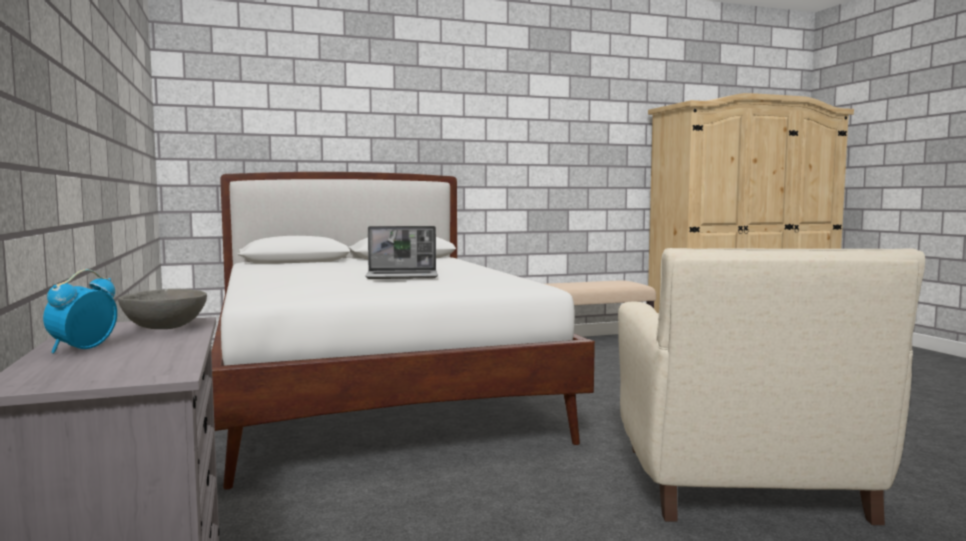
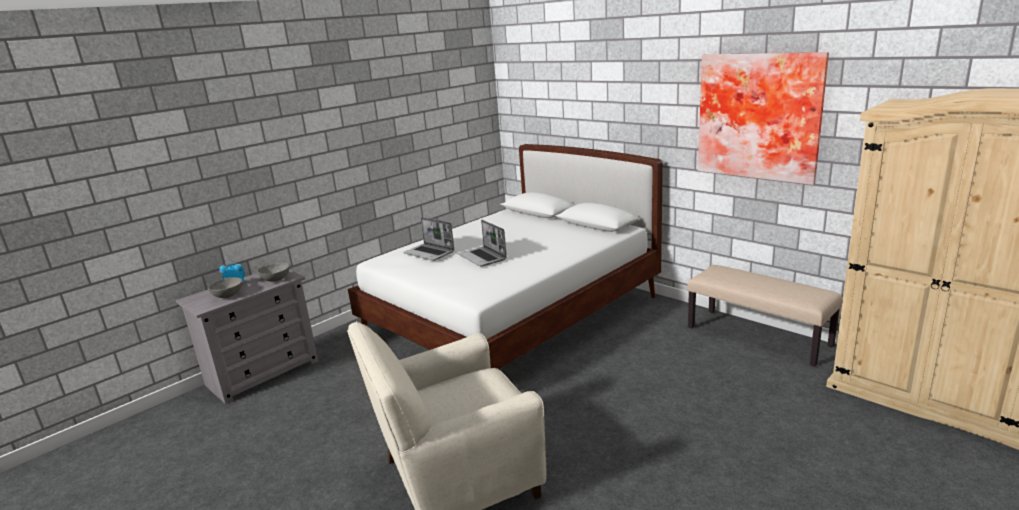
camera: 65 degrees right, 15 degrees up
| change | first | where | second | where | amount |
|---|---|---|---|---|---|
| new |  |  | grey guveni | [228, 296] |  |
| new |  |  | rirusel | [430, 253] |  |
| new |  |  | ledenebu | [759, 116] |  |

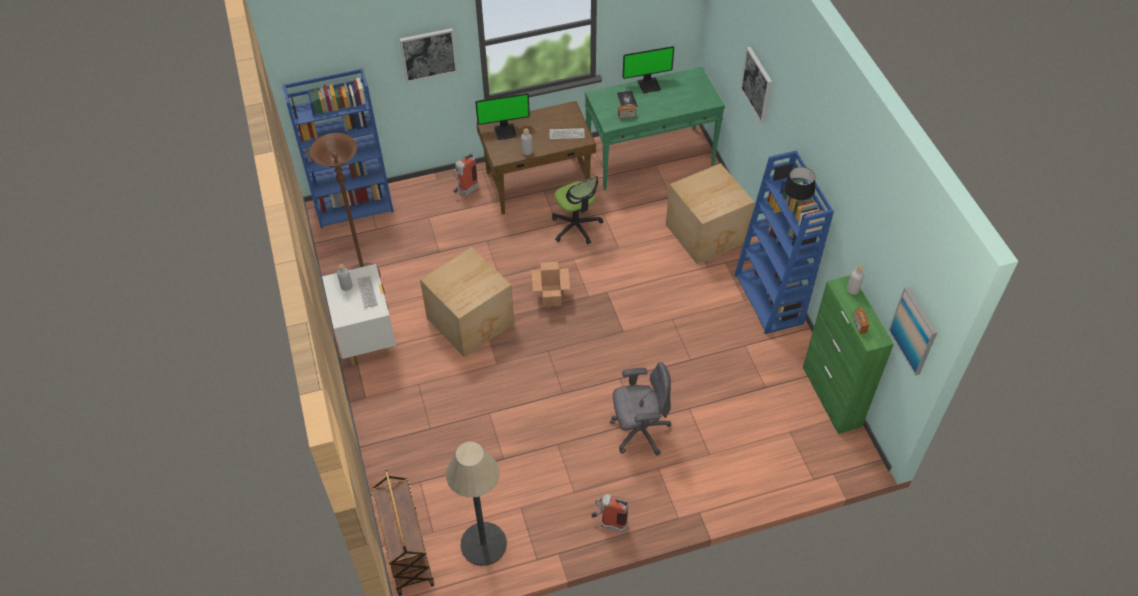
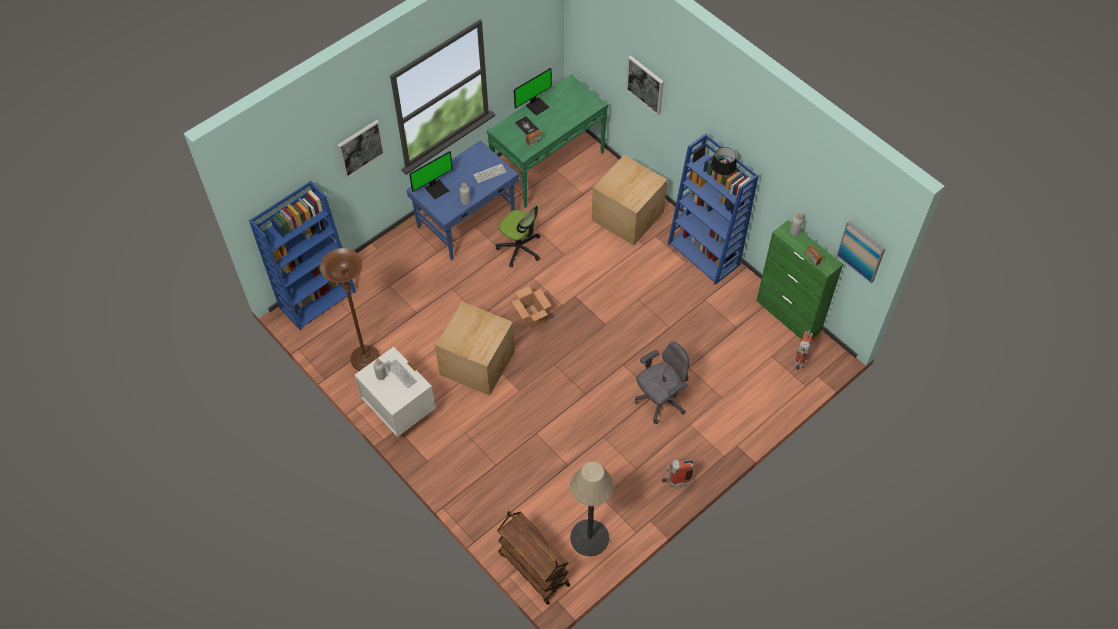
camera: 25 degrees left, 5 degrees up
| change | first | where | second | where | amount |
|---|---|---|---|---|---|
| shifted | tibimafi | [465, 191] |  | [799, 363] |  |
| repainted | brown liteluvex | [538, 184] | blue liteluvex | [467, 222] |  |

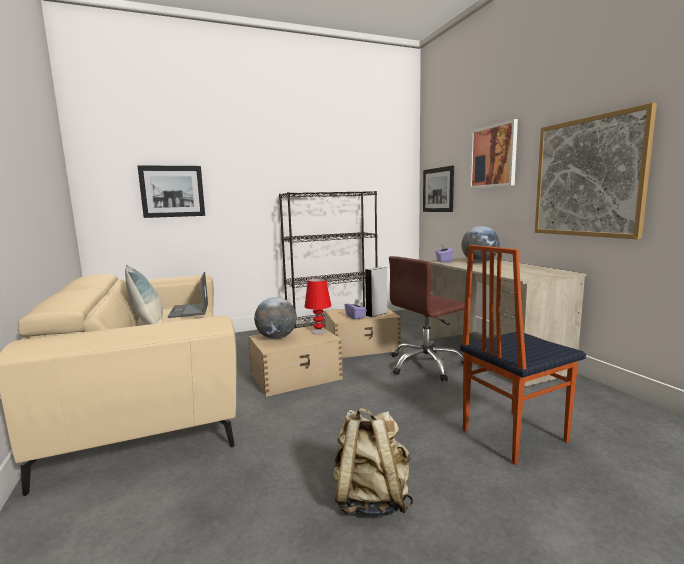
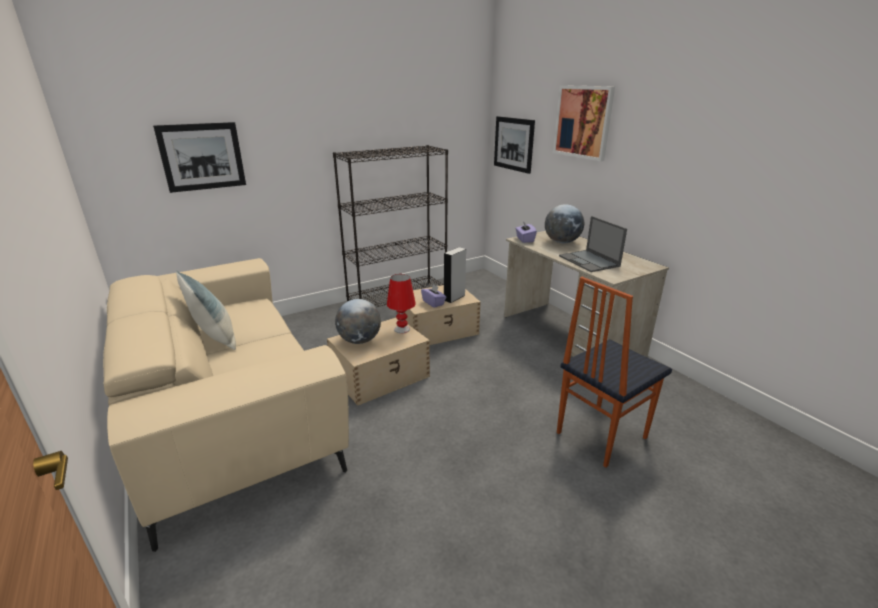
camera: 10 degrees left, 15 degrees up
| change | first | where | second | where | amount |
|---|---|---|---|---|---|
| shifted | rirusel | [189, 310] |  | [589, 261] |  |
| gone | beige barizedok | [371, 499] |  |  |  |
| gone | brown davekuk | [426, 365] |  |  |  |
| gone | ledenebu | [588, 177] |  |  |  |

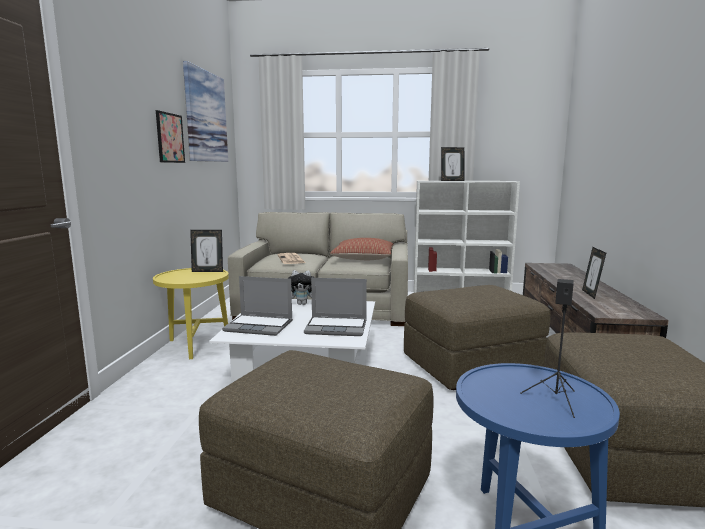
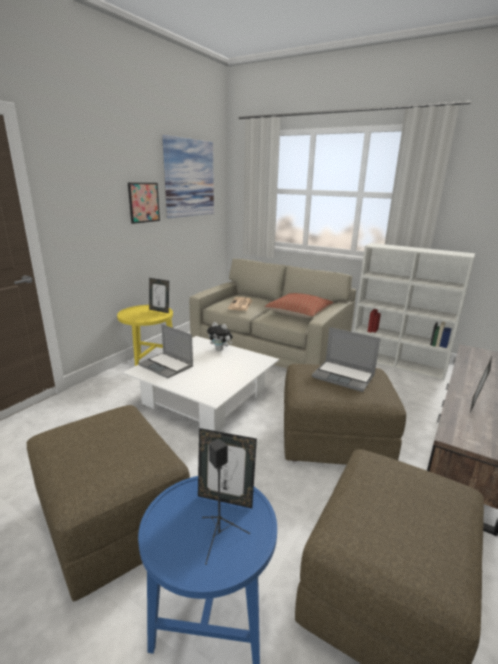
camera: 25 degrees right, 10 degrees up
| change | first | where | second | where | amount |
|---|---|---|---|---|---|
| shifted | rirusel | [337, 327] |  | [344, 376] |  |
| shifted | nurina | [452, 180] |  | [226, 498] |  |

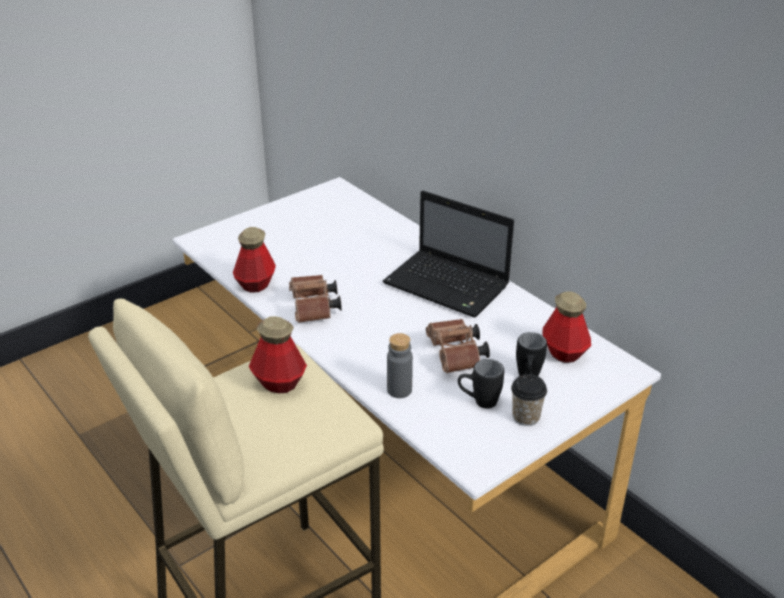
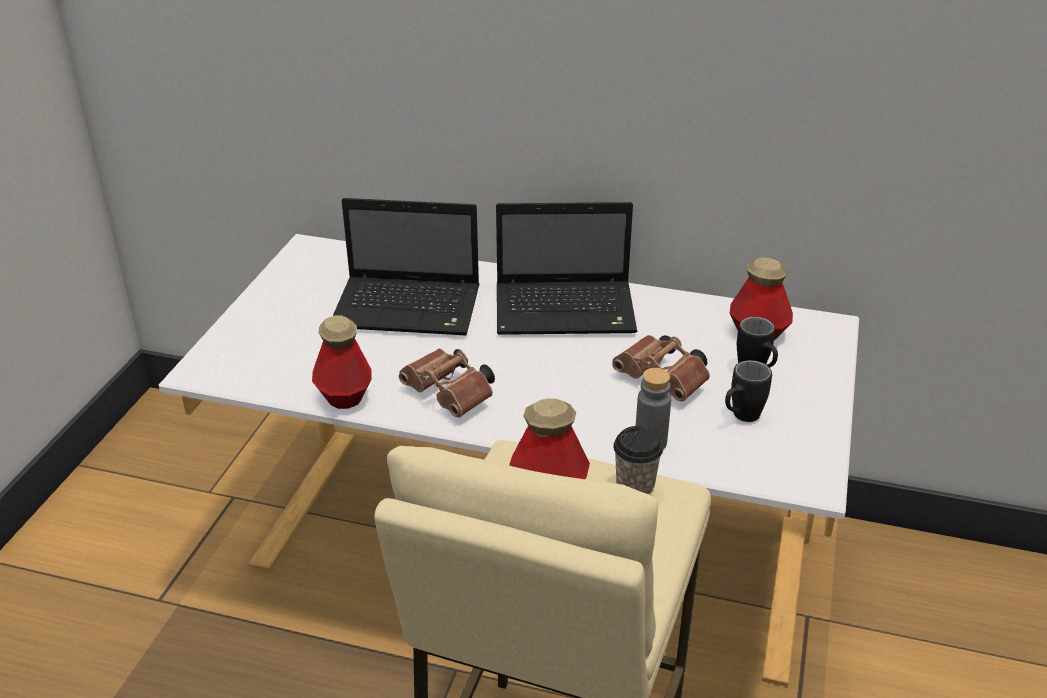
camera: 35 degrees left, 0 degrees up
| change | first | where | second | where | amount |
|---|---|---|---|---|---|
| shifted | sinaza | [526, 417] |  | [635, 486] |  |
| new |  |  | rirusel | [410, 308] |  |

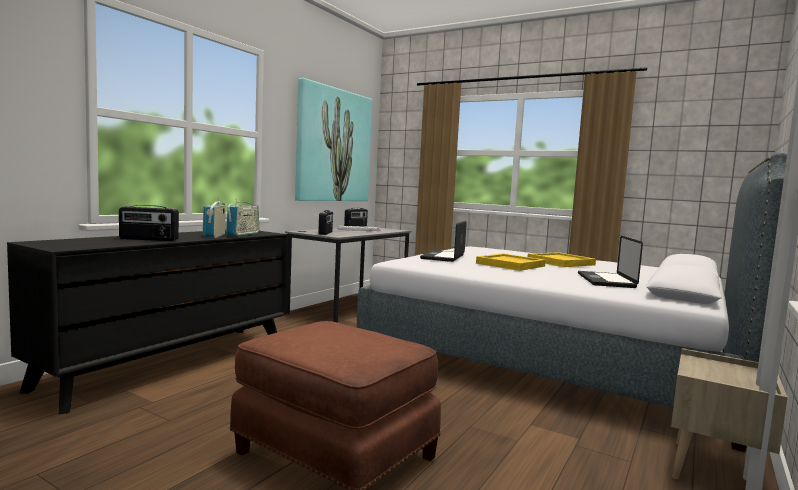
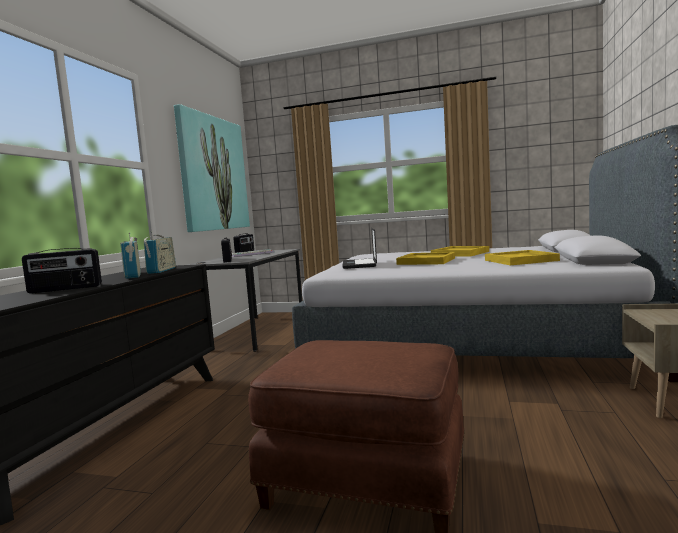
camera: 15 degrees left, 0 degrees up
| change | first | where | second | where | amount |
|---|---|---|---|---|---|
| swapped | rirusel | [605, 281] | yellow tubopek | [521, 260] |  |

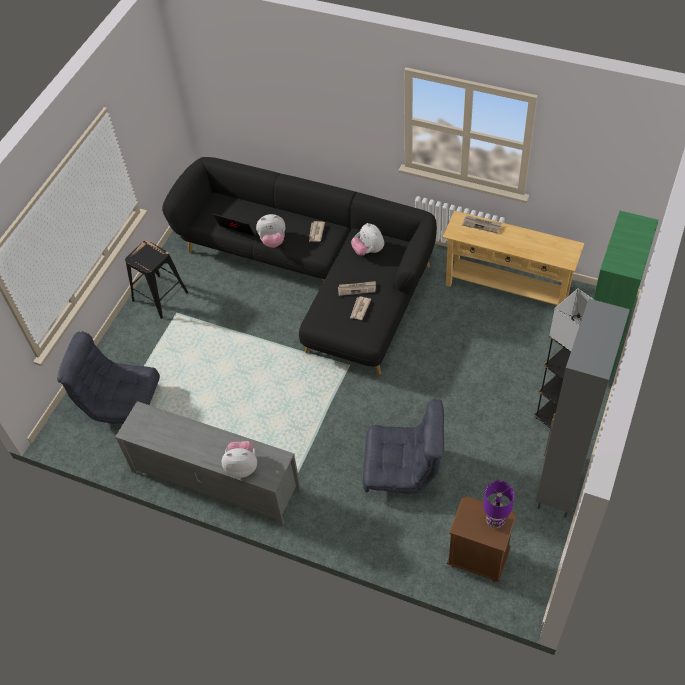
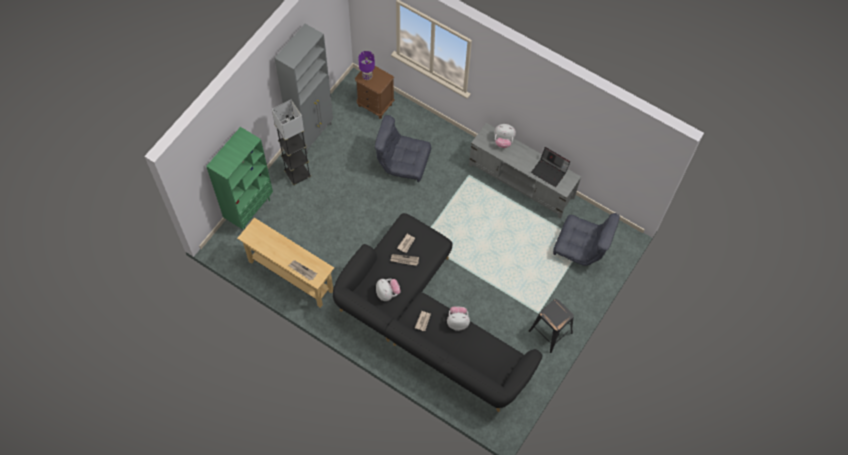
camera: 175 degrees left, 10 degrees up
| change | first | where | second | where | amount |
|---|---|---|---|---|---|
| shifted | rirusel | [240, 225] |  | [549, 171] |  |

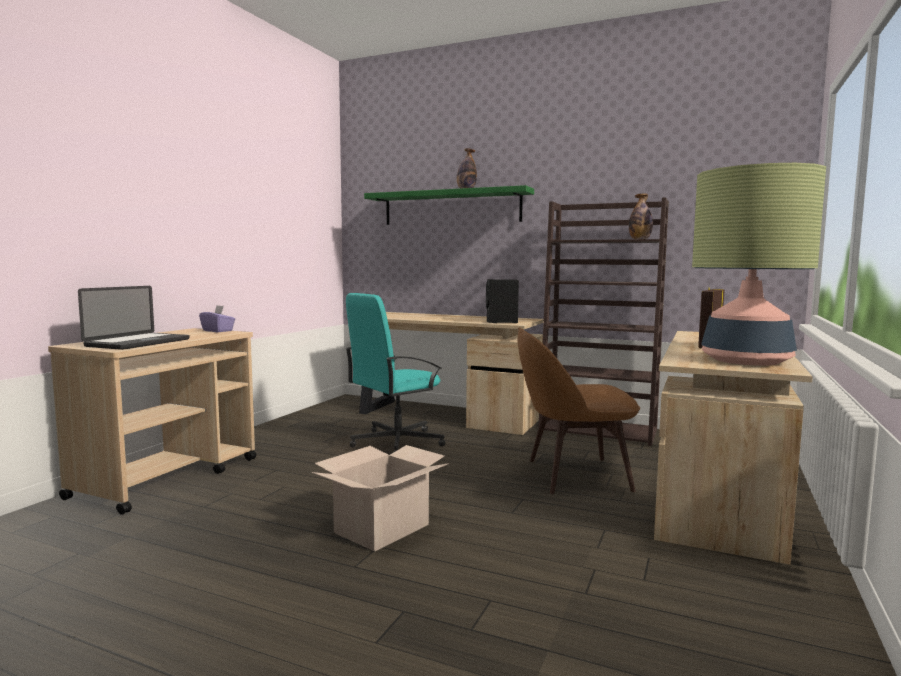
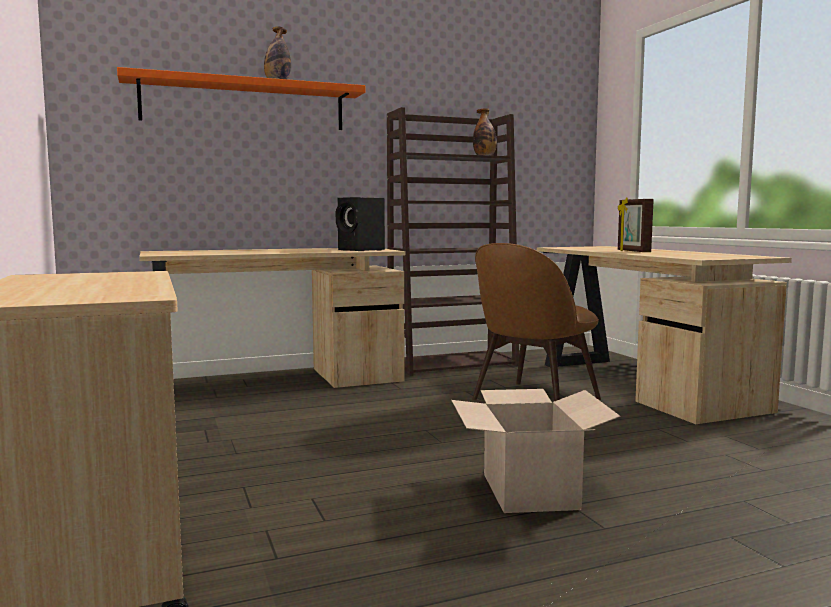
camera: 45 degrees left, 0 degrees up
| change | first | where | second | where | amount |
|---|---|---|---|---|---|
| gone | rirusel | [138, 343] |  |  |  |
| gone | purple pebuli | [218, 331] |  |  |  |
| gone | turquoise davekuk | [396, 442] |  |  |  |
| repainted | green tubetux | [451, 207] | orange tubetux | [244, 104] |  |
| gone | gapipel | [745, 360] |  |  |  |

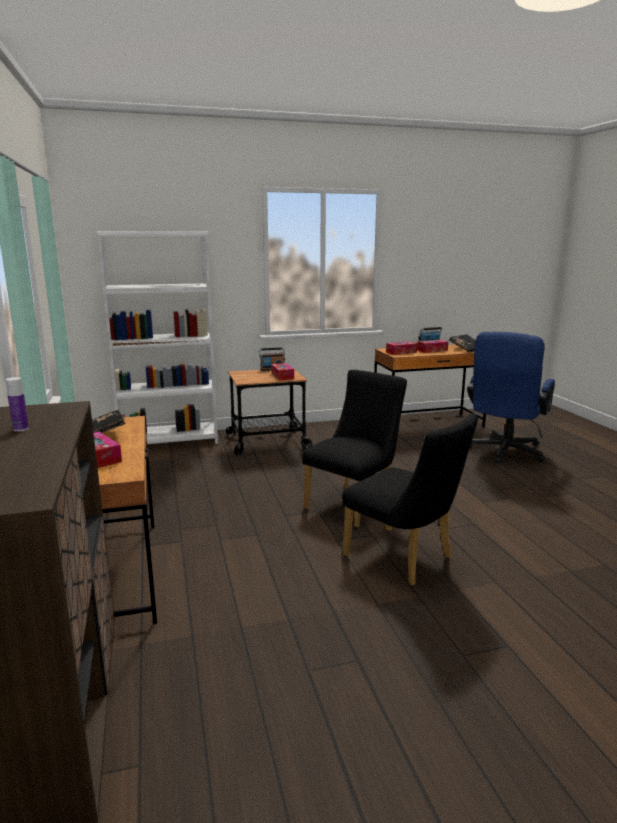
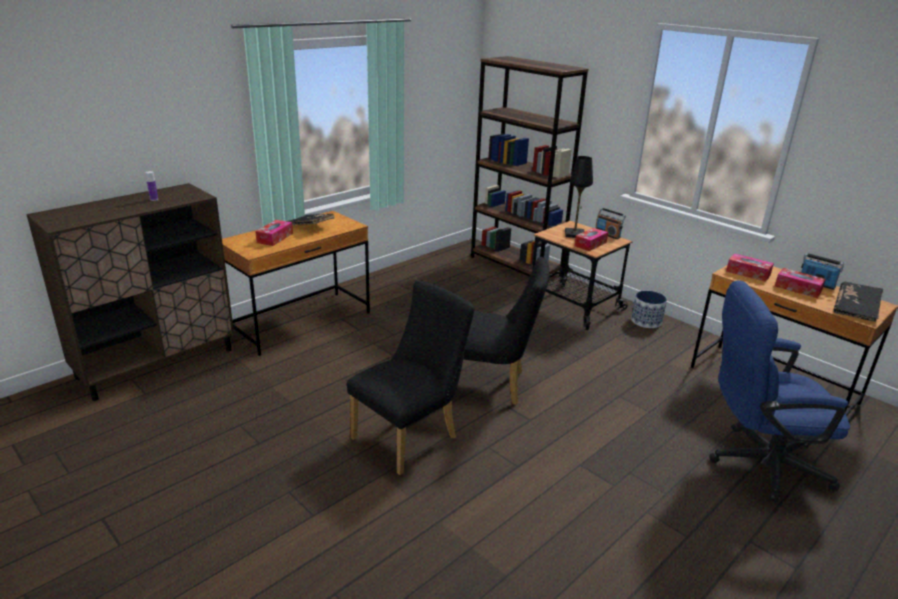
camera: 60 degrees right, 10 degrees up
| change | first | where | second | where | amount |
|---|---|---|---|---|---|
| repainted | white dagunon | [169, 441] | brown dagunon | [515, 266] |  |
| rotated | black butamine | [405, 559] |  | [411, 435] | 150 degrees counterclockwise |
| new |  |  | black gapipel | [574, 234] |  |
| new |  |  | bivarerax | [646, 321] |  |

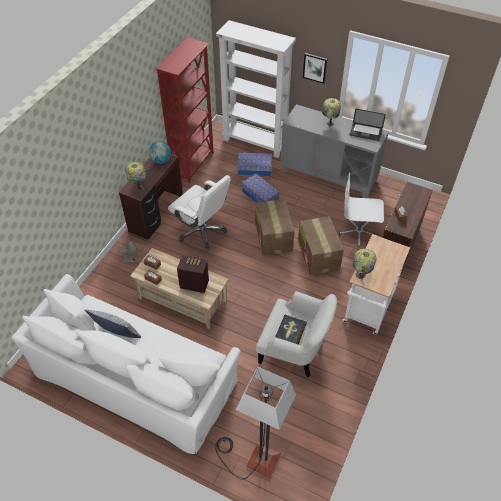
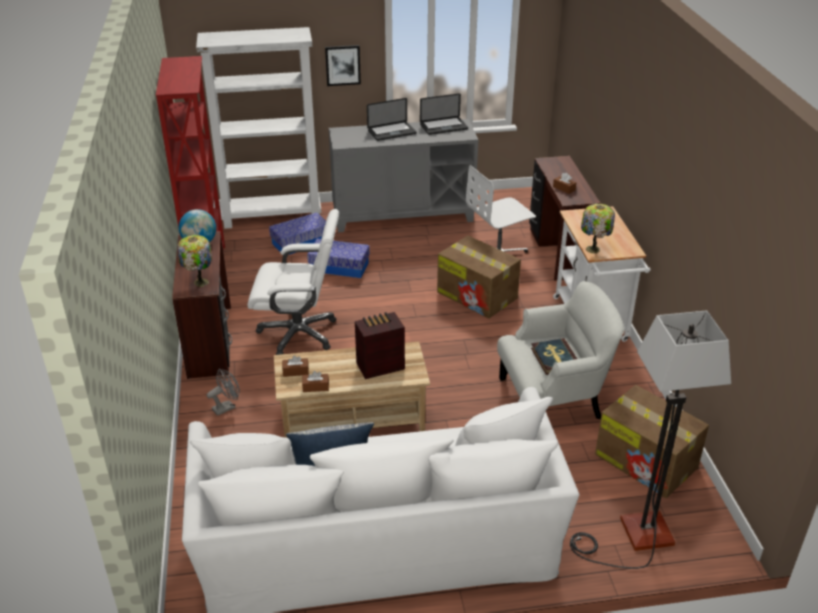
camera: 35 degrees left, 15 degrees down
| change | first | where | second | where | amount |
|---|---|---|---|---|---|
| shifted | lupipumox | [273, 237] |  | [647, 461] |  |
| swapped | gapipel | [329, 123] | rirusel | [392, 132] |  |

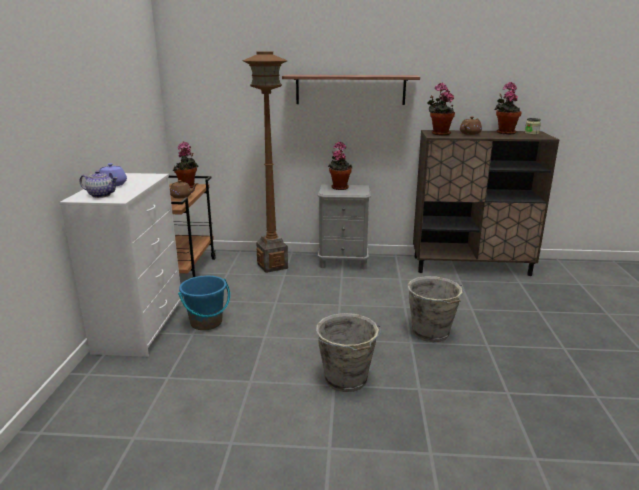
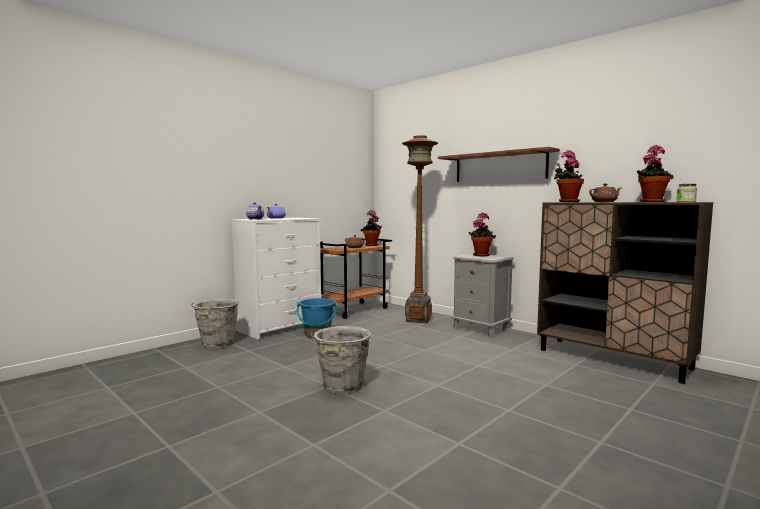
camera: 40 degrees right, 15 degrees down
| change | first | where | second | where | amount |
|---|---|---|---|---|---|
| shifted | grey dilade | [431, 333] |  | [217, 344] |  |

